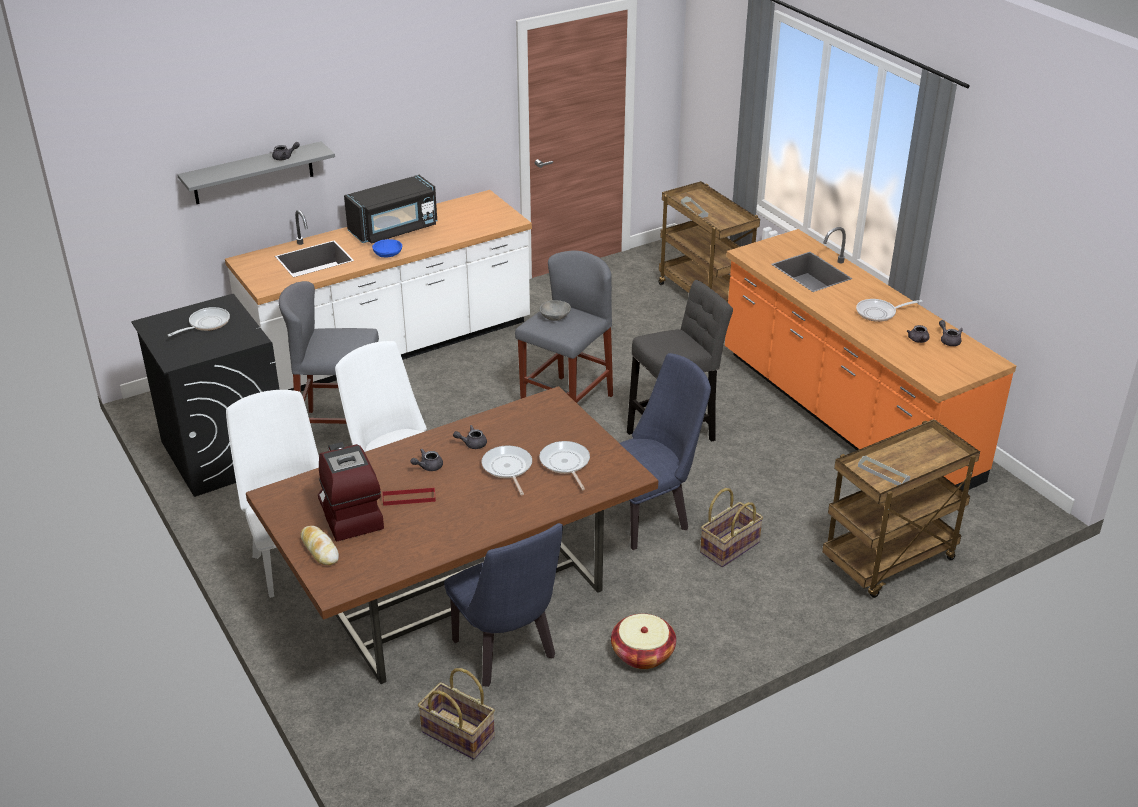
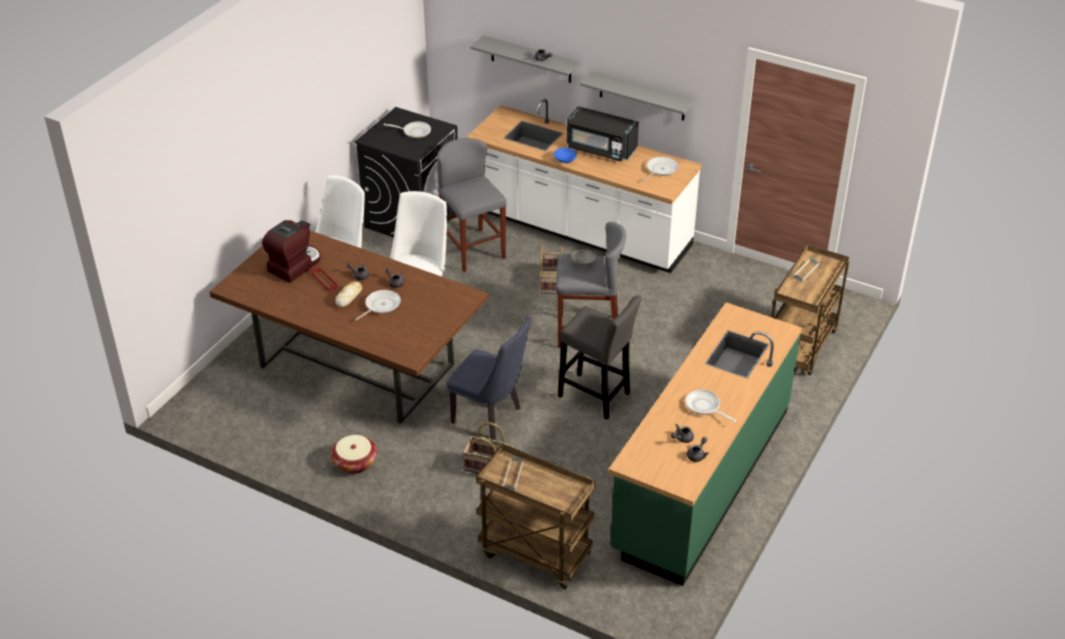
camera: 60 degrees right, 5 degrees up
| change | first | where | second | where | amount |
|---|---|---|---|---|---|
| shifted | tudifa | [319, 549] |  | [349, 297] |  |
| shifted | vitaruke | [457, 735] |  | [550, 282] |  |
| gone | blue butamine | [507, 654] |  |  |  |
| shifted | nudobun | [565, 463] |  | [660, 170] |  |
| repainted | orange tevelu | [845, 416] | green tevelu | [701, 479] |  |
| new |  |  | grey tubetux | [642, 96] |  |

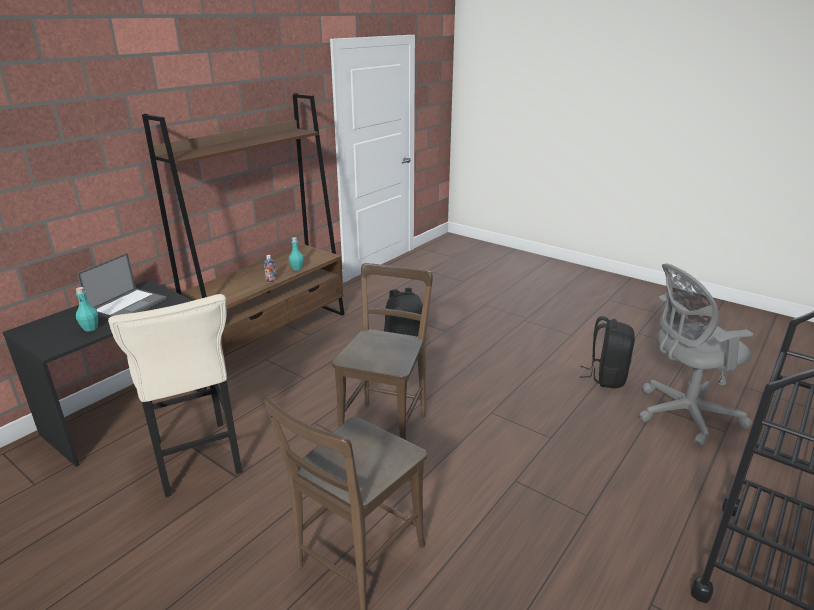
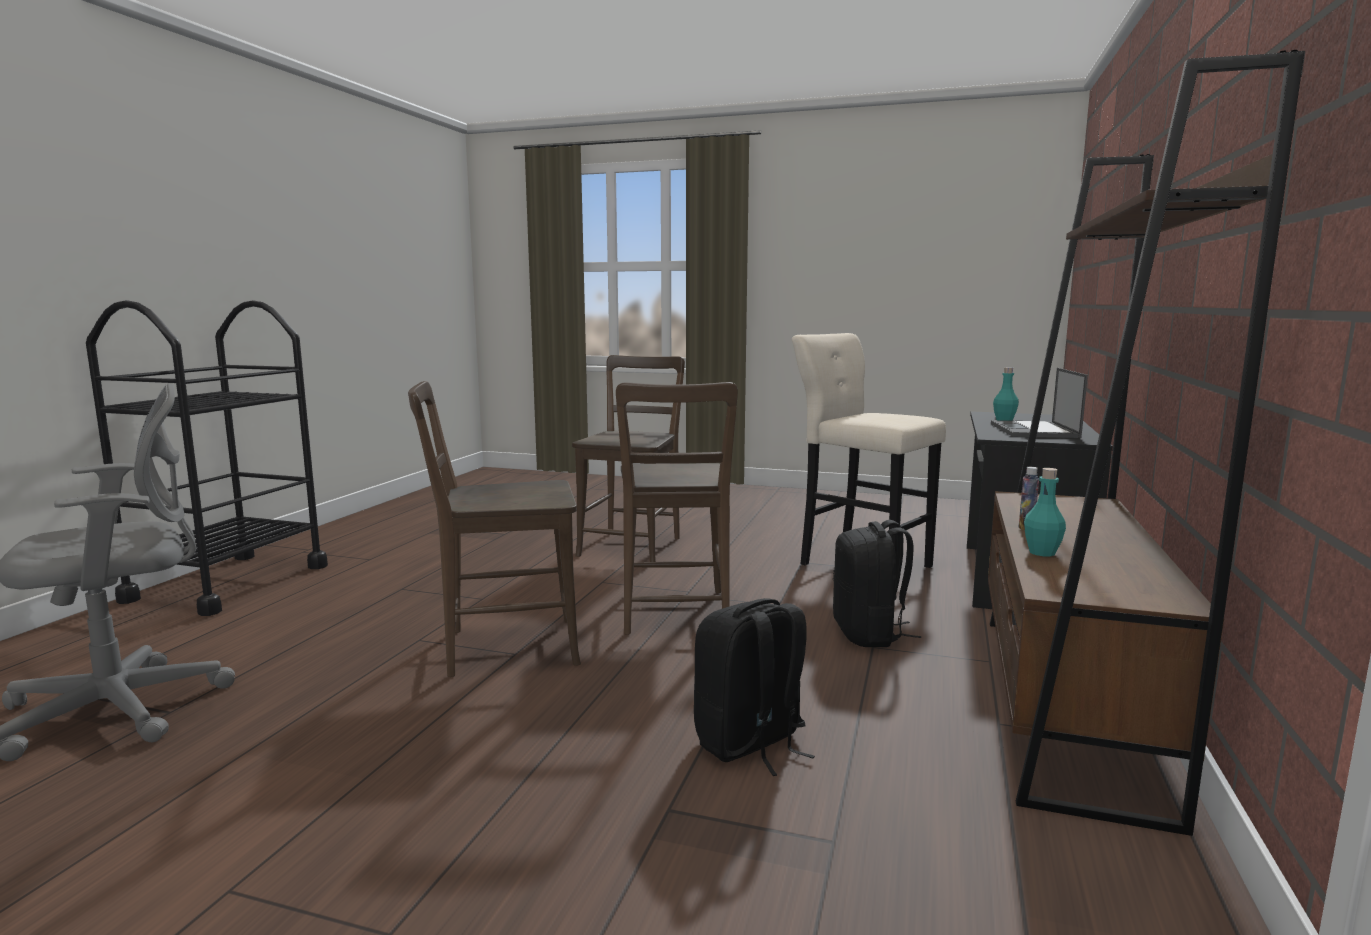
camera: 160 degrees right, 15 degrees down
| change | first | where | second | where | amount |
|---|---|---|---|---|---|
| shifted | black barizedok | [606, 377] |  | [869, 634] |  |
| new |  |  | brown butamine | [504, 647] |  |

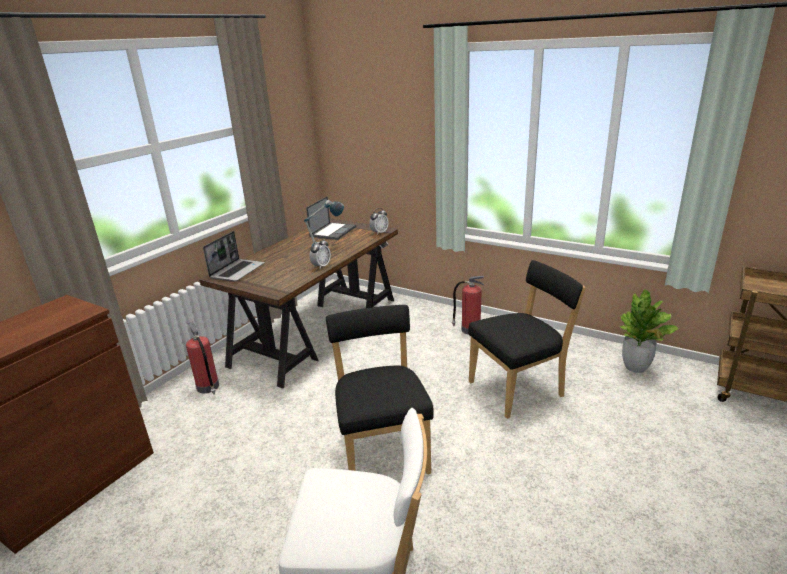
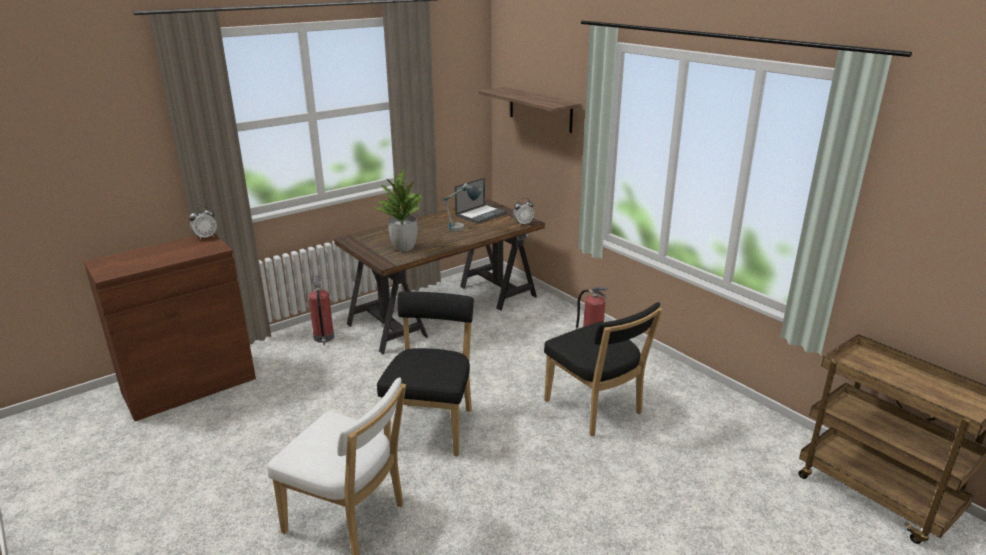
camera: 20 degrees right, 0 degrees up
| change | first | where | second | where | amount |
|---|---|---|---|---|---|
| gone | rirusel | [237, 271] |  |  |  |
| shifted | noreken | [321, 266] |  | [205, 237] |  |
| rotated | black butamine | [519, 388] |  | [596, 409] | 60 degrees clockwise |
| shifted | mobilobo | [635, 367] |  | [404, 248] |  |
| new |  |  | tubetux | [540, 109] |  |

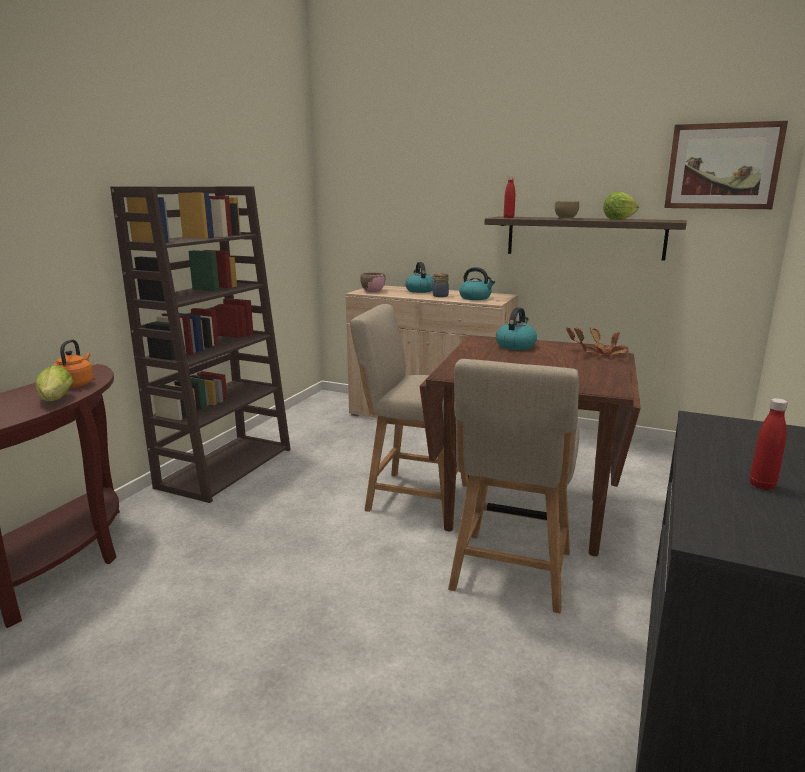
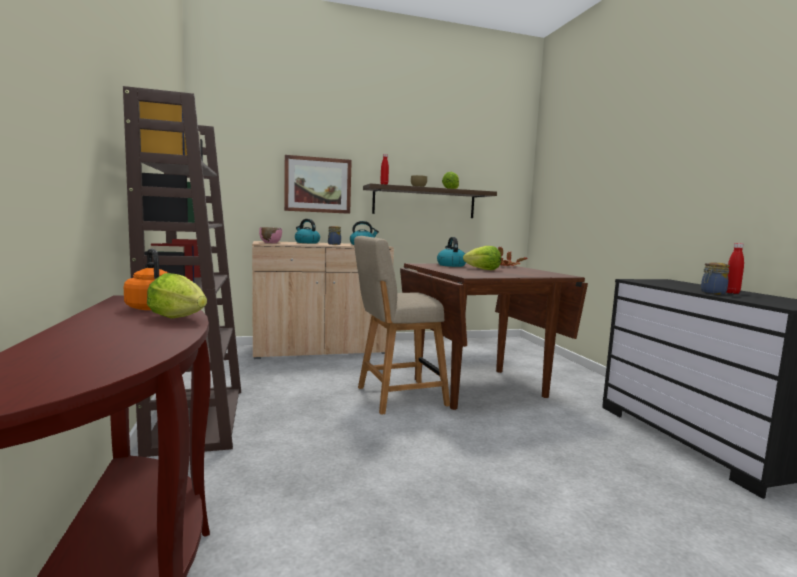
camera: 40 degrees left, 10 degrees down
| change | first | where | second | where | amount |
|---|---|---|---|---|---|
| gone | beige butamine | [510, 574] |  |  |  |
| shifted | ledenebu | [722, 166] |  | [317, 185] |  |
| new |  |  | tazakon | [483, 269] |  |
| new |  |  | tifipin | [712, 293] |  |

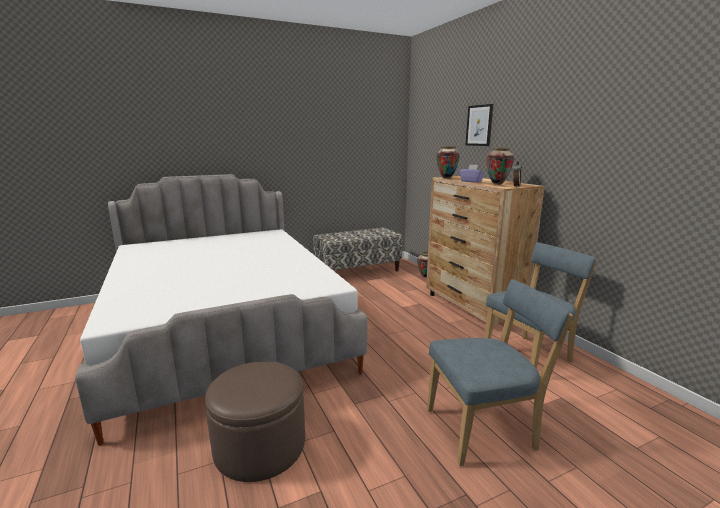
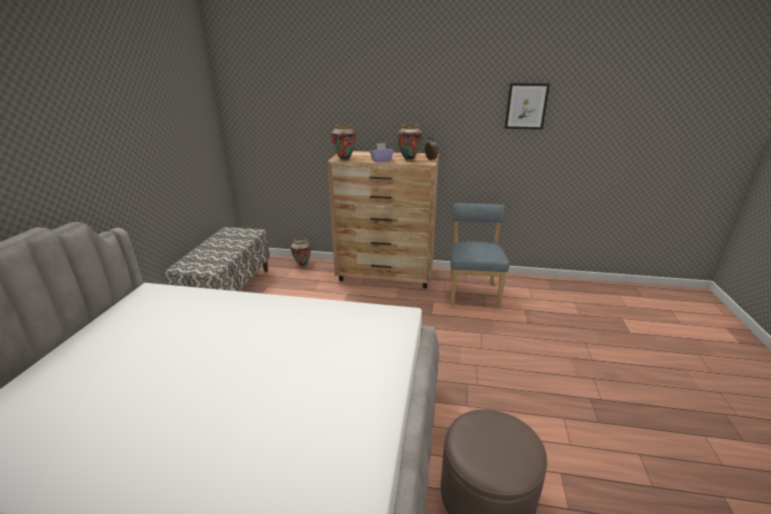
camera: 55 degrees left, 10 degrees up
| change | first | where | second | where | amount |
|---|---|---|---|---|---|
| gone | blue butamine | [485, 429] |  |  |  |
| shifted | ledenebu | [479, 125] |  | [526, 106] |  |

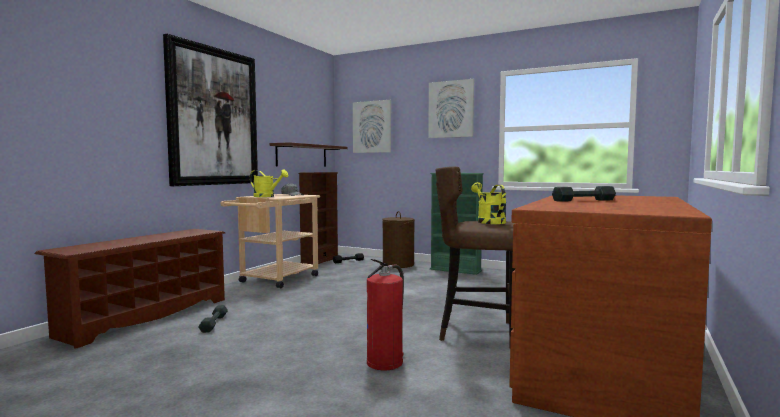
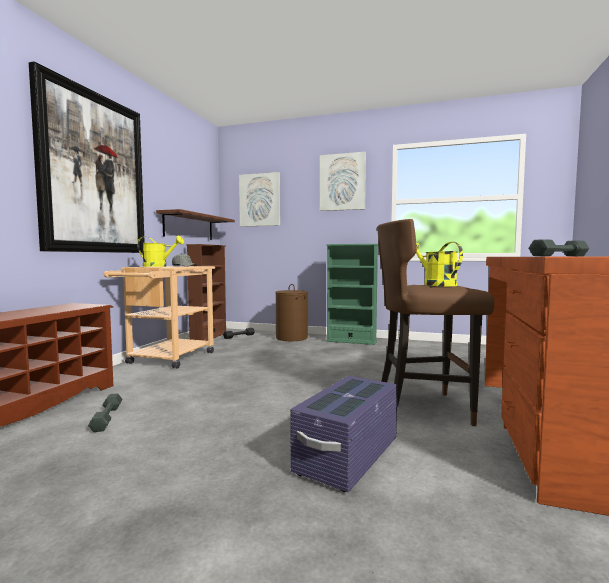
camera: 10 degrees left, 0 degrees up
| change | first | where | second | where | amount |
|---|---|---|---|---|---|
| swapped | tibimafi | [385, 362] | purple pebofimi | [347, 456] |  |

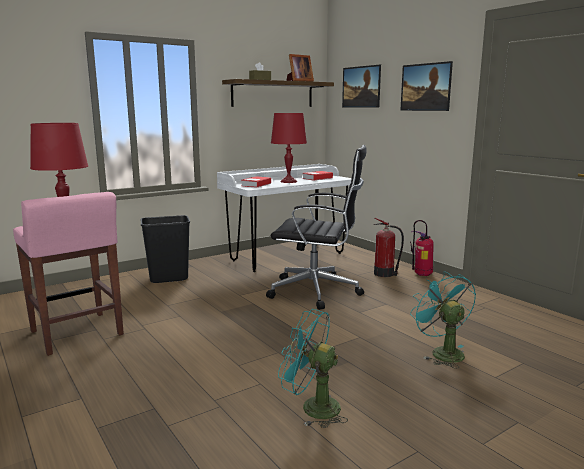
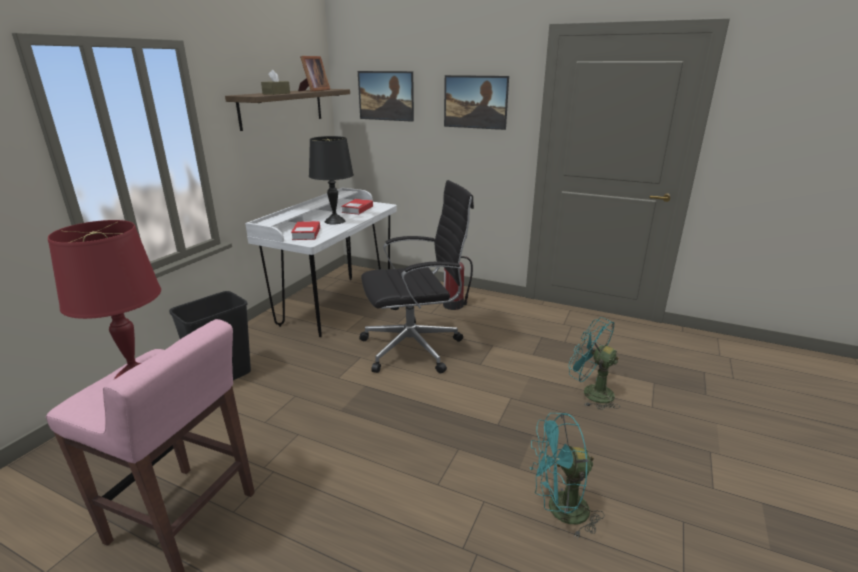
camera: 30 degrees left, 10 degrees up
| change | first | where | second | where | amount |
|---|---|---|---|---|---|
| repainted | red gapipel | [289, 181] | black gapipel | [335, 221] |  |
| gone | tibimafi | [421, 275] |  |  |  |

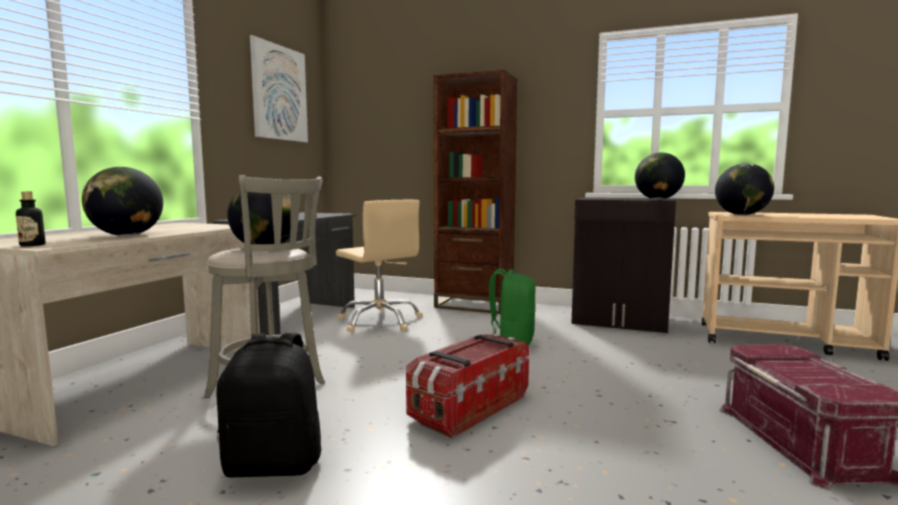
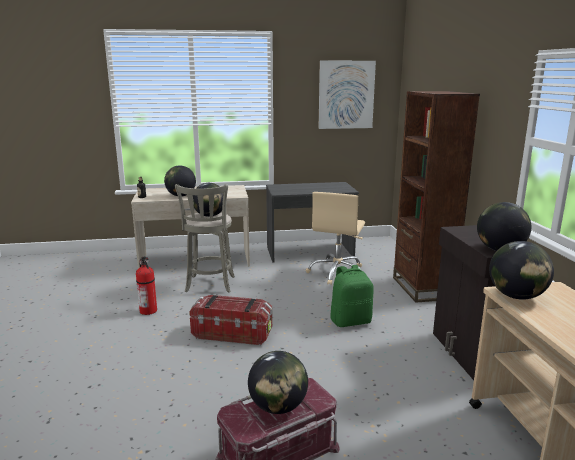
camera: 60 degrees right, 10 degrees up
| change | first | where | second | where | amount |
|---|---|---|---|---|---|
| swapped | black barizedok | [274, 465] | tibimafi | [149, 311] |  |
| new |  |  | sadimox | [278, 407] |  |

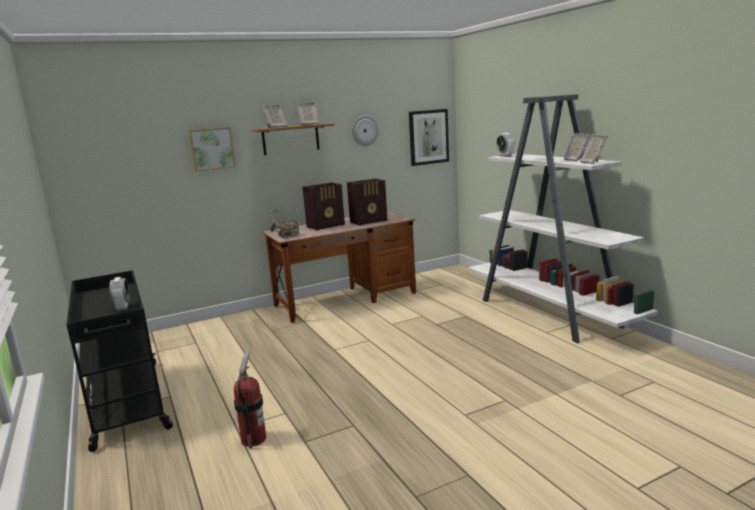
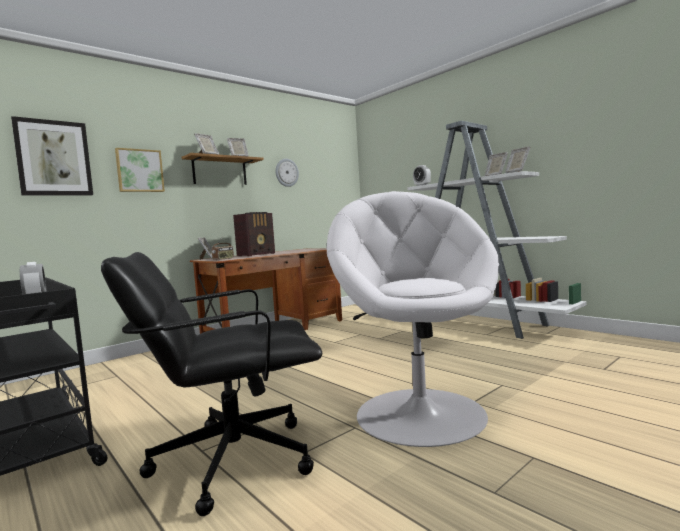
camera: 15 degrees left, 10 degrees down
| change | first | where | second | where | amount |
|---|---|---|---|---|---|
| swapped | tibimafi | [253, 439] | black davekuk | [231, 459] |  |
| gone | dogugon | [369, 221] |  |  |  |
| shifted | ledenebu | [428, 137] |  | [54, 158] |  |
| new |  |  | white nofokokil | [420, 413] |  |

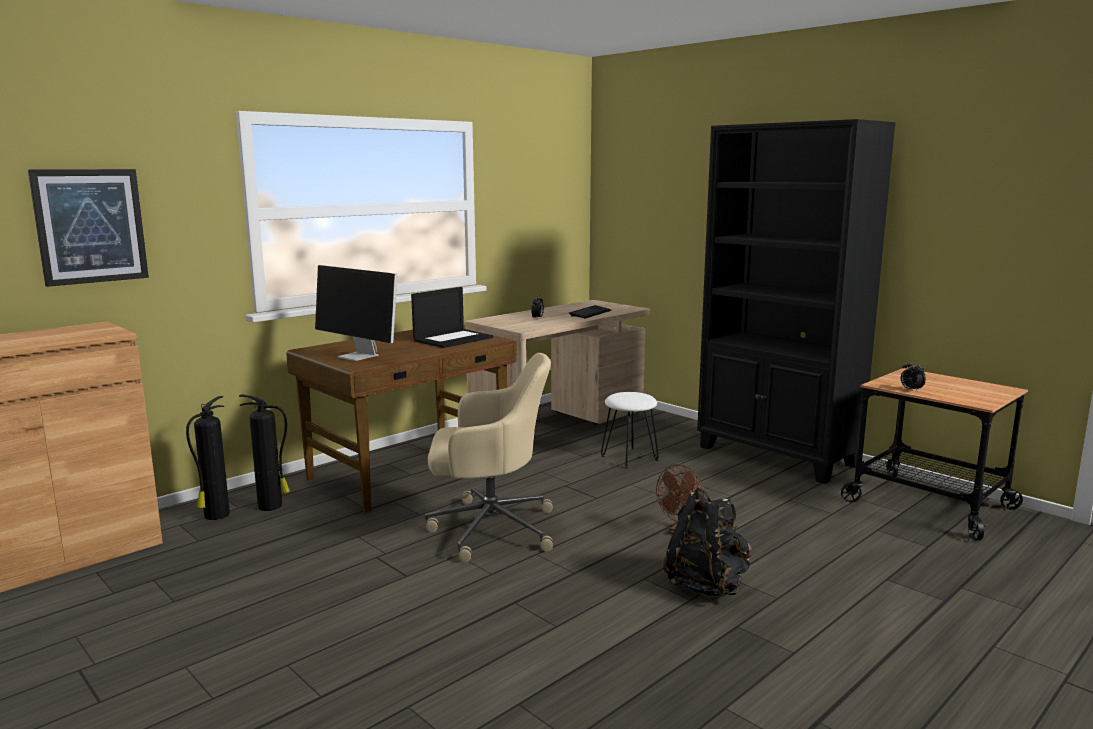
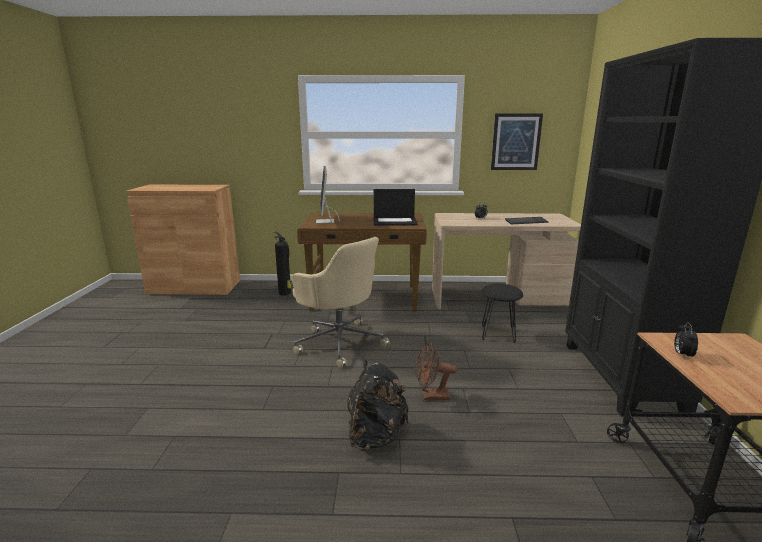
camera: 45 degrees right, 5 degrees up
| change | first | where | second | where | amount |
|---|---|---|---|---|---|
| shifted | ledenebu | [90, 226] |  | [515, 142] |  |
| gone | tibimafi | [215, 516] |  |  |  |
| repainted | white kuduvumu | [629, 458] | black kuduvumu | [498, 334] |  |

